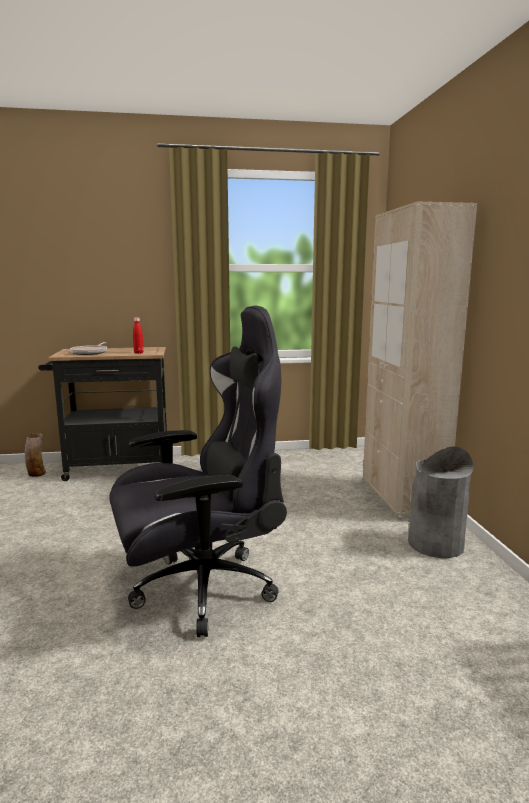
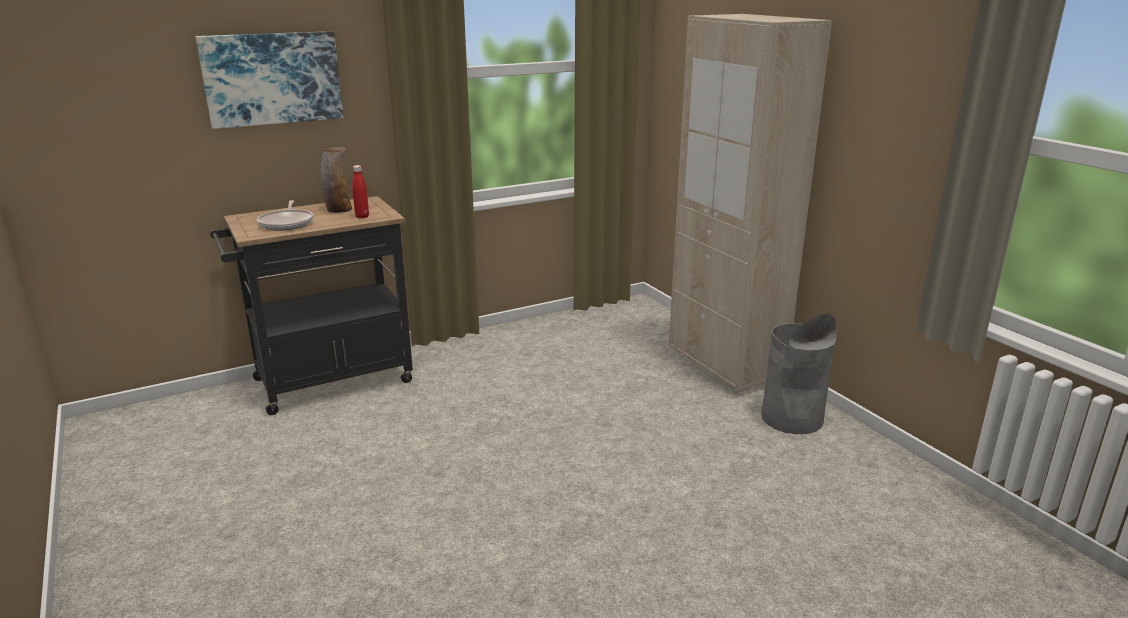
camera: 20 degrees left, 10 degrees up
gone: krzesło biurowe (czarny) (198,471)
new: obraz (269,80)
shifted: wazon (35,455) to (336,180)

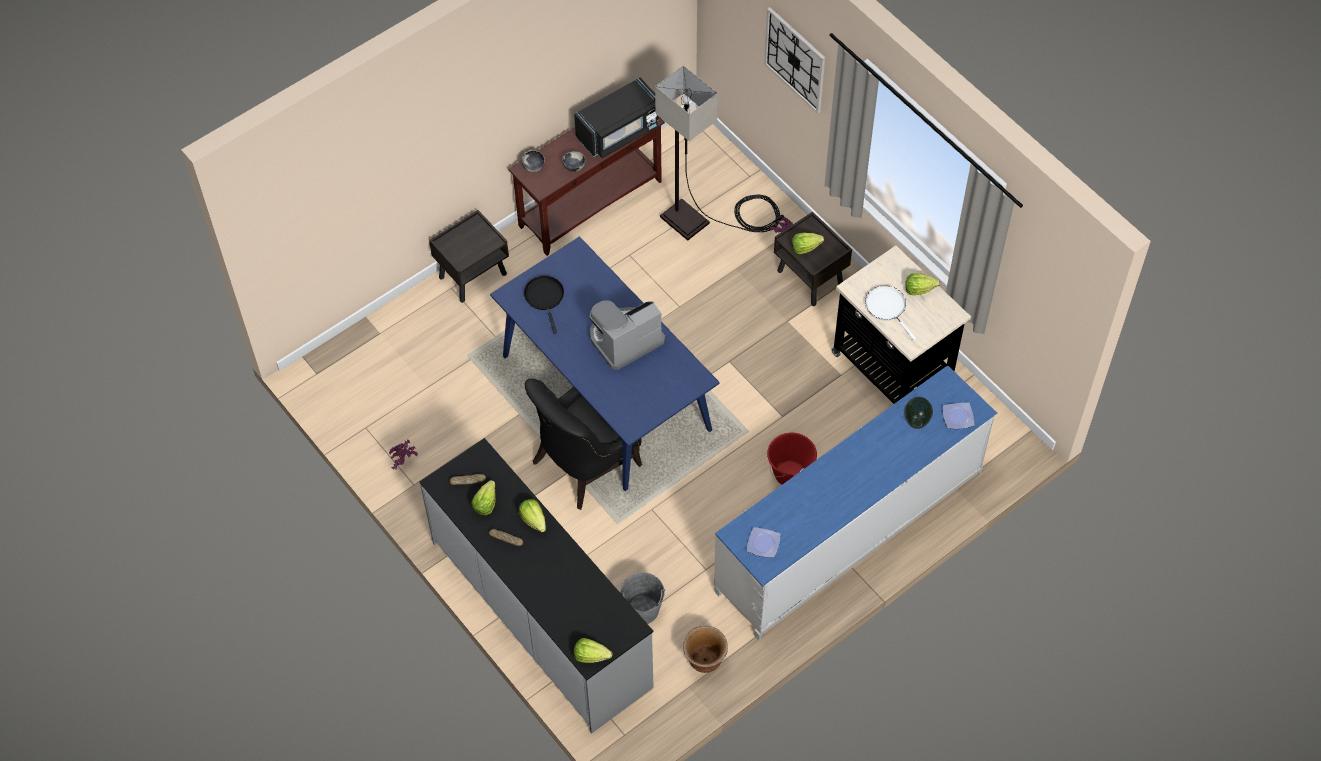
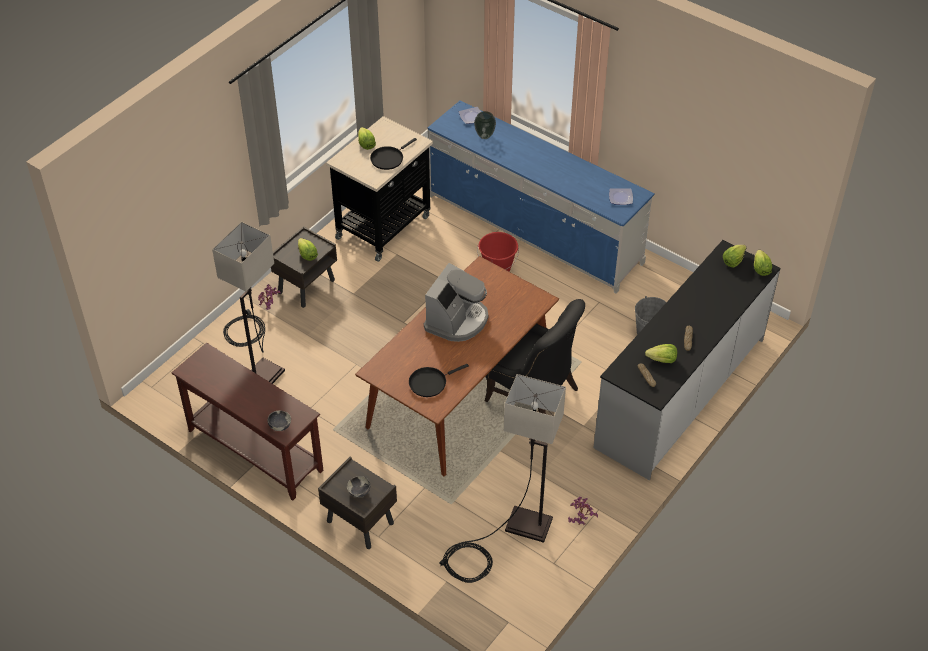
camera: 105 degrees left, 10 degrees down
gone: mikrofalówka (czarny) (616,118); donica (brązowy) (705,649); zegar ścienny (794,60)
new: lampa stojąca (502,478)
shifted: sałata (532,515) to (735,256); miska (574,161) to (359,486)
repainted: stół jadalny (niebieski) (605,364) to stół jadalny (brązowy) (457,366); patelnia (biały) (890,313) to patelnia (czarny) (393,154)
rotated: ekspres do kawy (627,335) = (456,302) 105 degrees counterclockwise

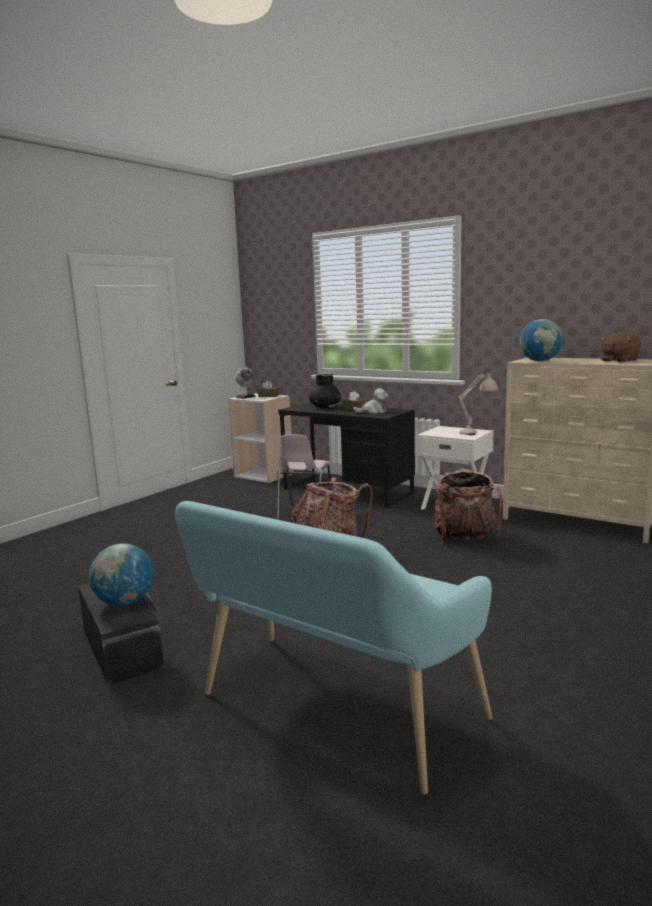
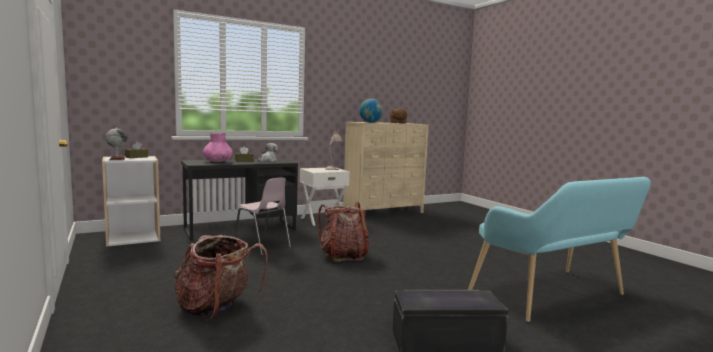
camera: 65 degrees left, 5 degrees down
gone: globus (121,574)
shifted: plecak (468,505) to (221,278)
repainted: wazon (czarny) (325,390) to wazon (różowy) (218,147)

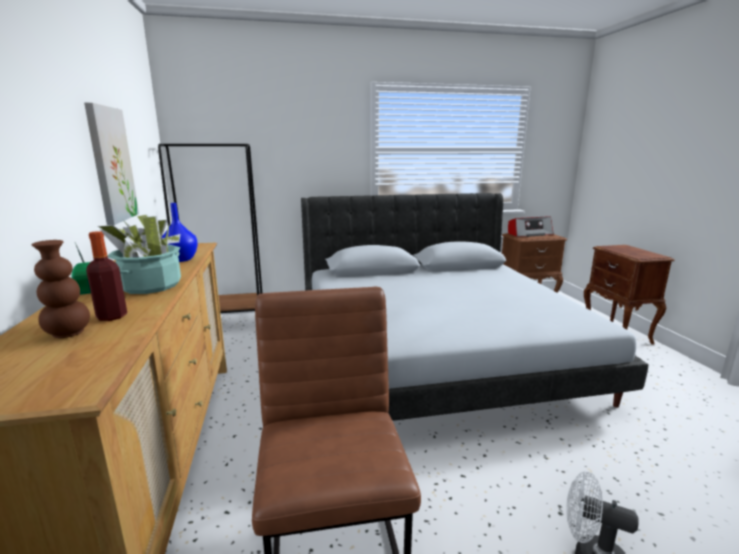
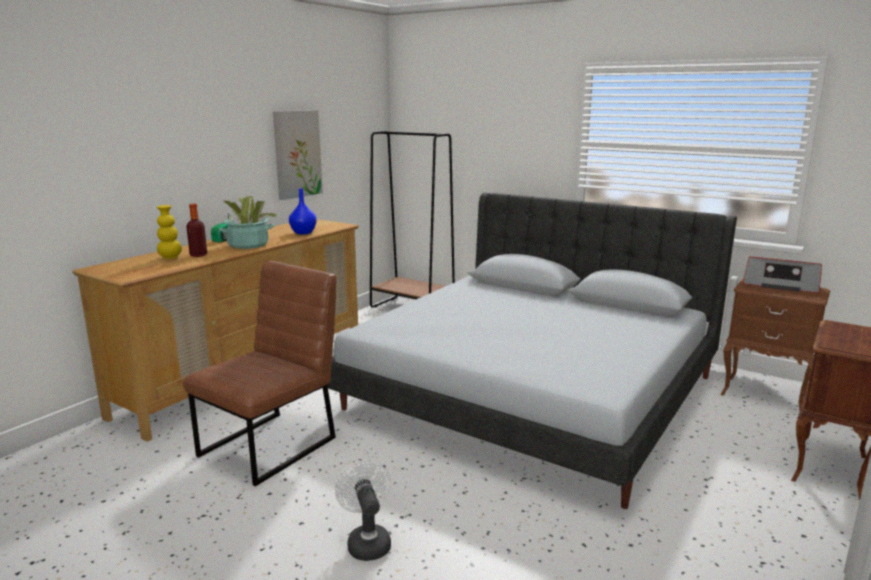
camera: 45 degrees right, 0 degrees up
repainted: wazon (brązowy) (61,289) to wazon (żółty) (169,232)

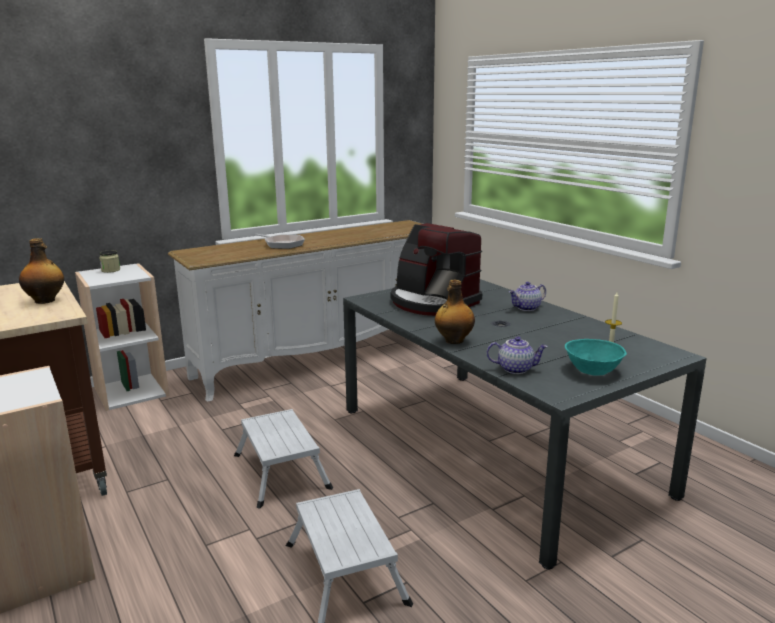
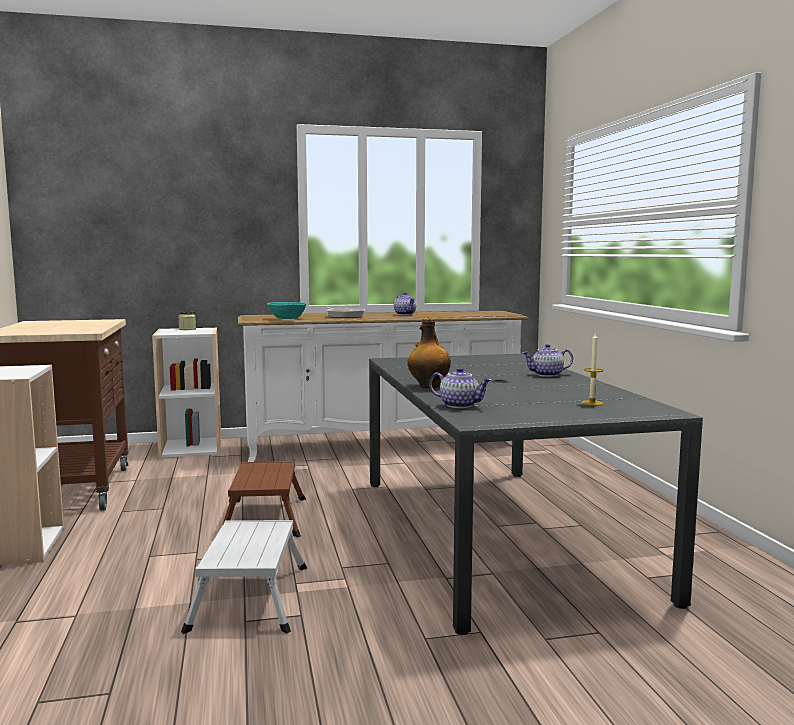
camera: 20 degrees right, 10 degrees down
gone: butelka (41,271); ekspres do kawy (436,269)
new: imbryk (405,303)
shifted: miska (turkusowy) (596,357) to (287,310)
repainted: drabinka (biały) (283,459) to drabinka (brązowy) (264,499)

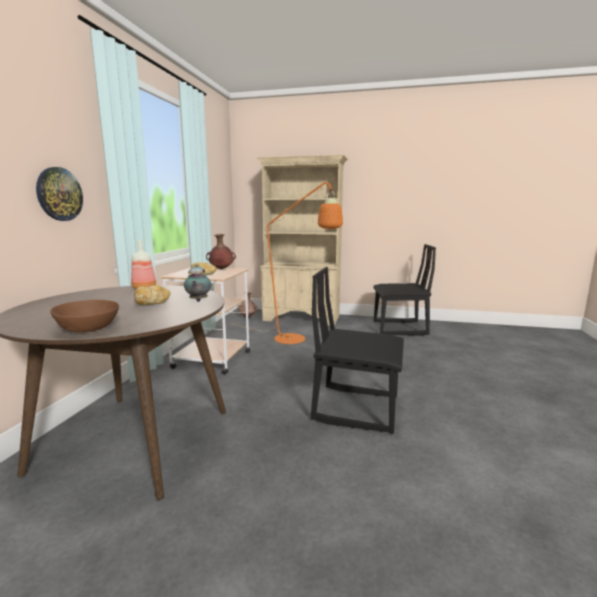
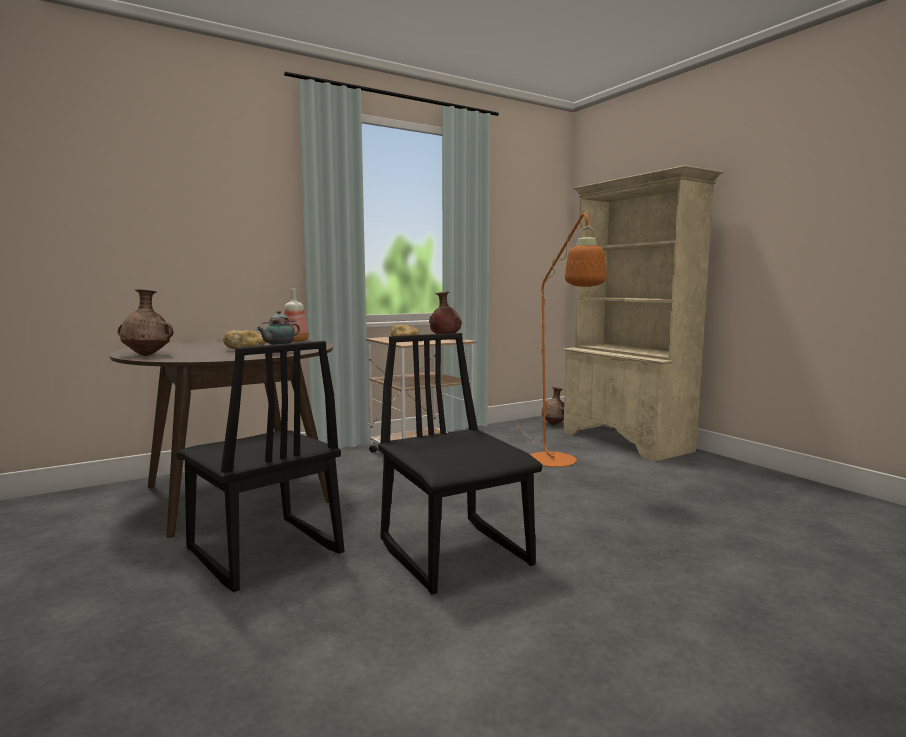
camera: 45 degrees right, 5 degrees down
gone: zegar ścienny (59,194)
shifted: krzesło (czarny) (404,290) to (260,466)
swapped: miska (brązowy) (84,316) to wazon (brązowy) (145,322)

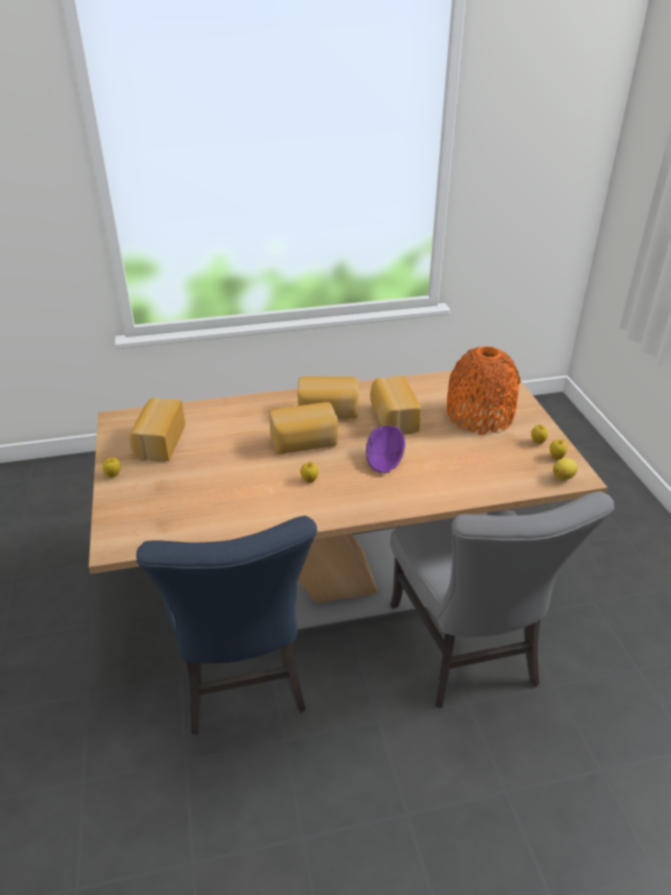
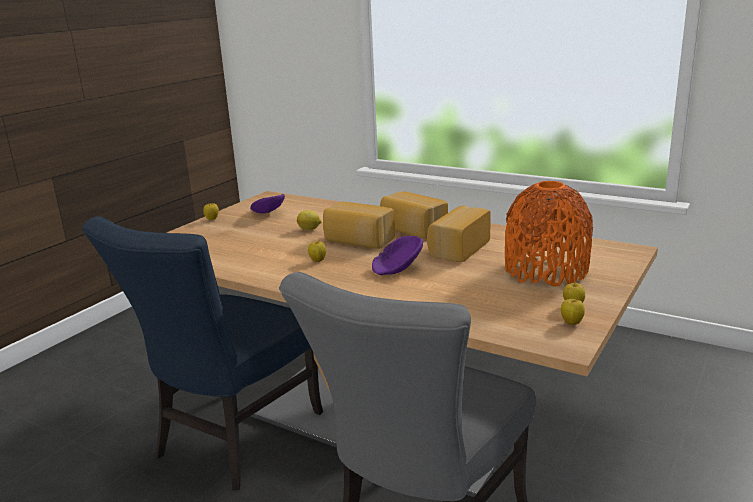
camera: 45 degrees right, 15 degrees down
shifted: cytryna (565,469) to (309,220)
swapped: chleb (157,429) to miska (fioletowy) (267,203)

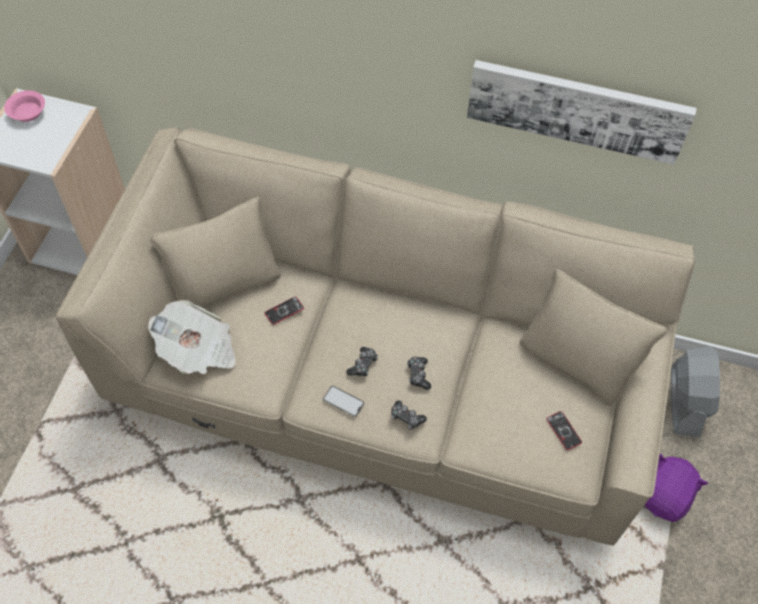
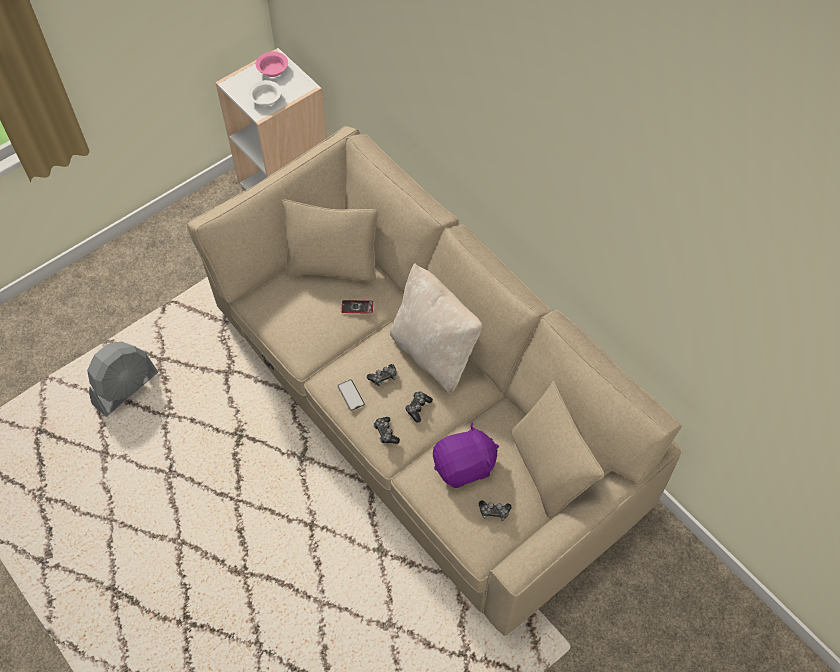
camera: 35 degrees right, 0 degrees up
gone: gazeta (192,337); obraz (582,112)
new: miska (biały) (265,93); poduszka (beżowy) (436,329)
shifted: pluszak (fioletowy) (676,488) to (466,455); wentylator (szary) (695,391) to (122,379)
swapped: telefon (564,430) to pad do gier (495,510)

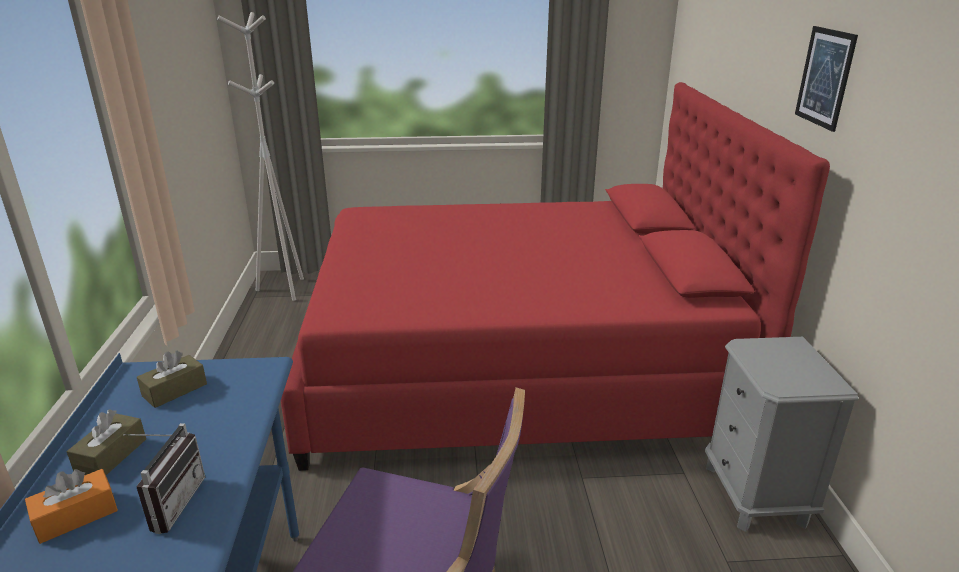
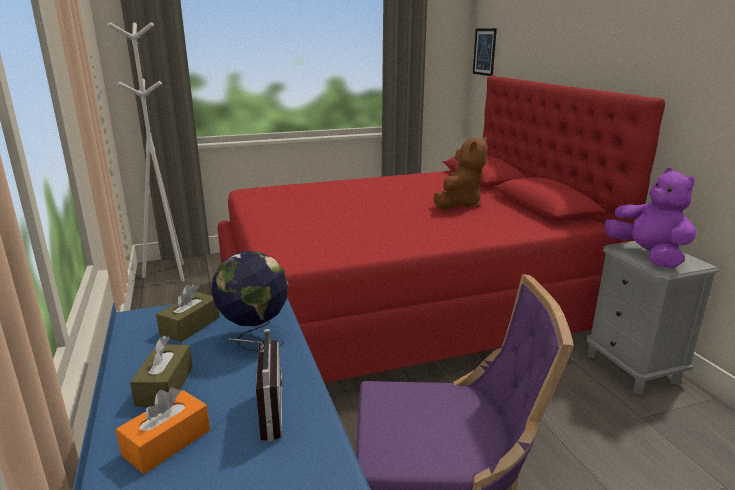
camera: 15 degrees left, 5 degrees down
new: globus (249,301); pluszak (brązowy) (461,172); pluszak (fioletowy) (650,218)
shifted: obraz (826,79) to (485,52)

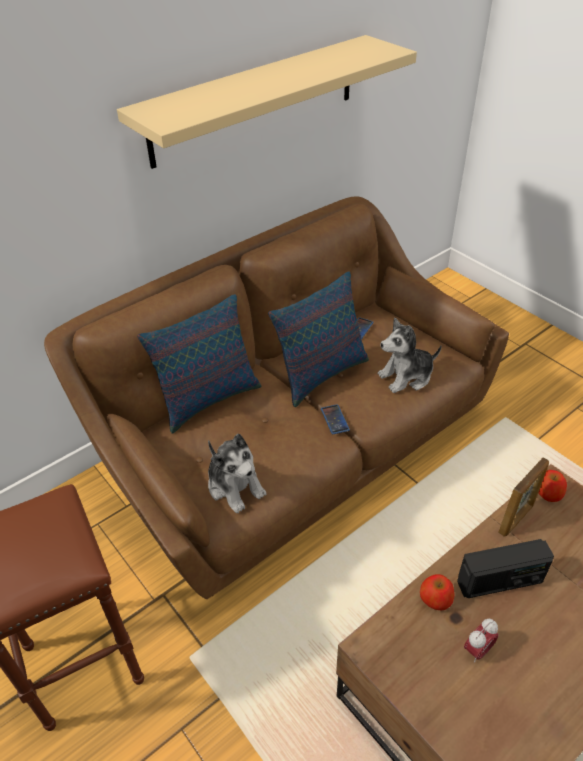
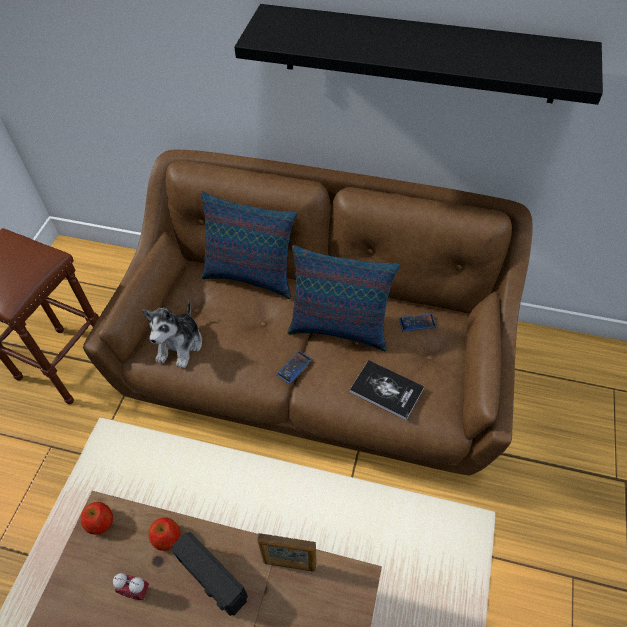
camera: 55 degrees right, 10 degrees up
shifted: jabłko (552,486) to (97,518)
swapped: pluszak (410,355) to książka (387,390)
repainted: półka (beżowy) (267,102) to półka (czarny) (418,54)

